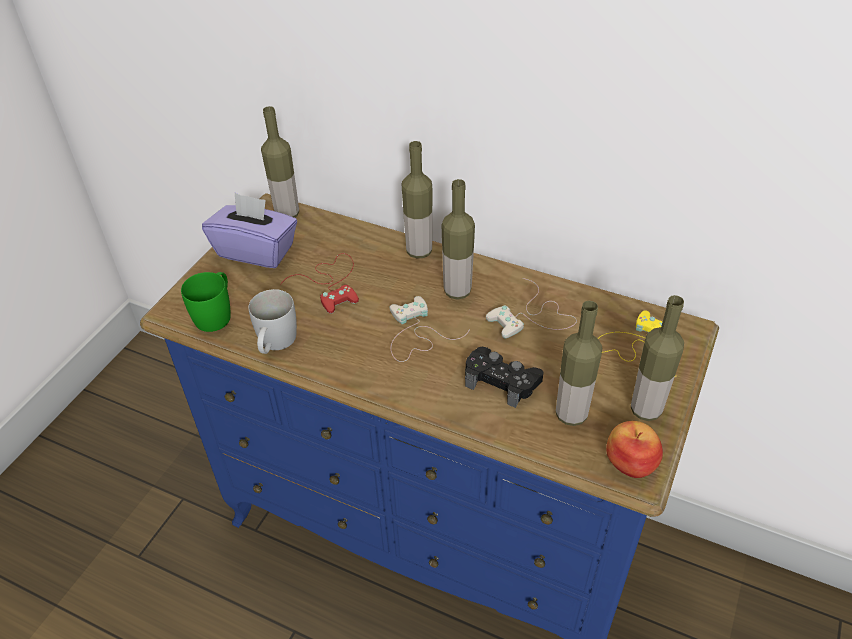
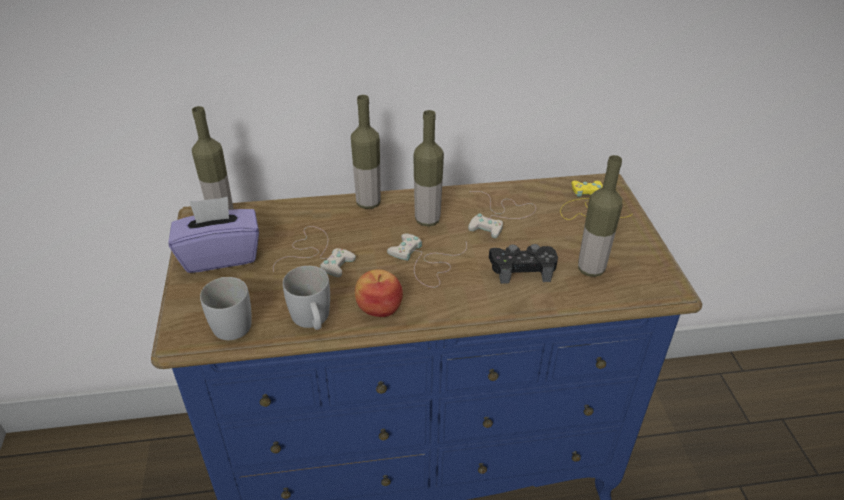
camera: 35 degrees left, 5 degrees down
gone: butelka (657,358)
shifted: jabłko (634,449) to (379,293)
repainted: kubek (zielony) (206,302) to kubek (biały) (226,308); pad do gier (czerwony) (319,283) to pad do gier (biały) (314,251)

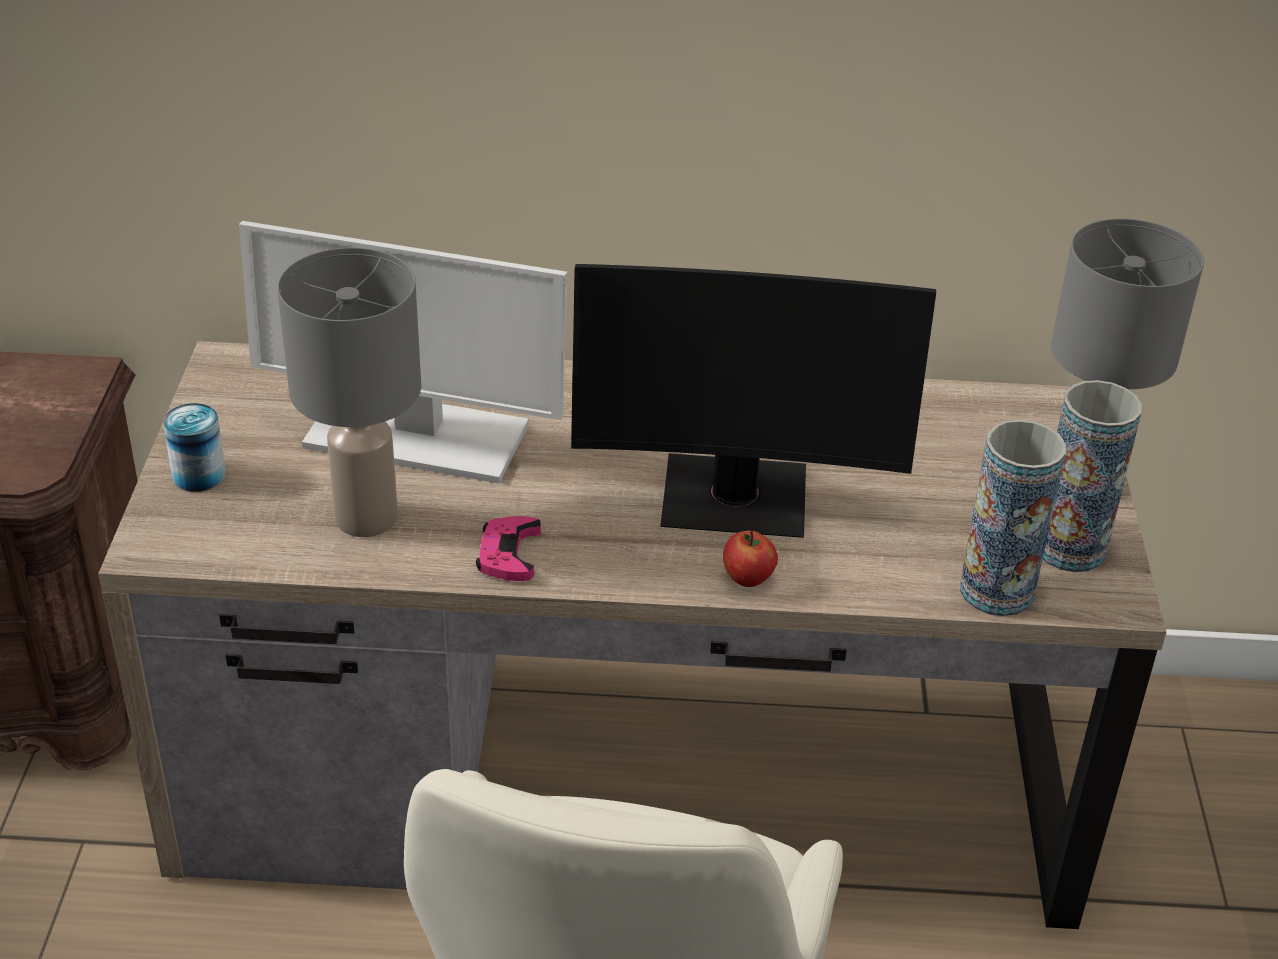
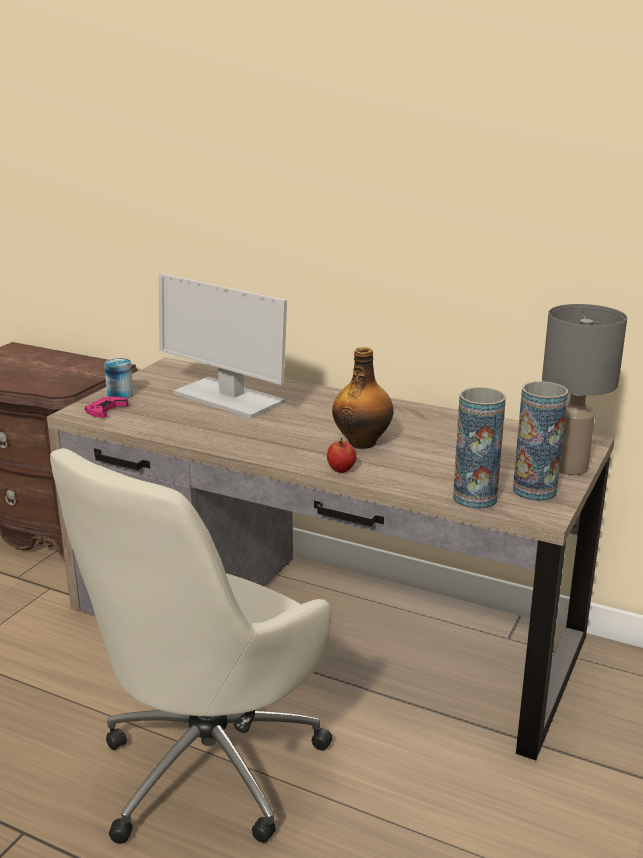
camera: 25 degrees right, 15 degrees down
gone: lampa stołowa (szary) (349,392)
shifted: pad do gier (różowy) (508,548) to (106,407)
swapped: monitor (753,401) to butelka (363,398)

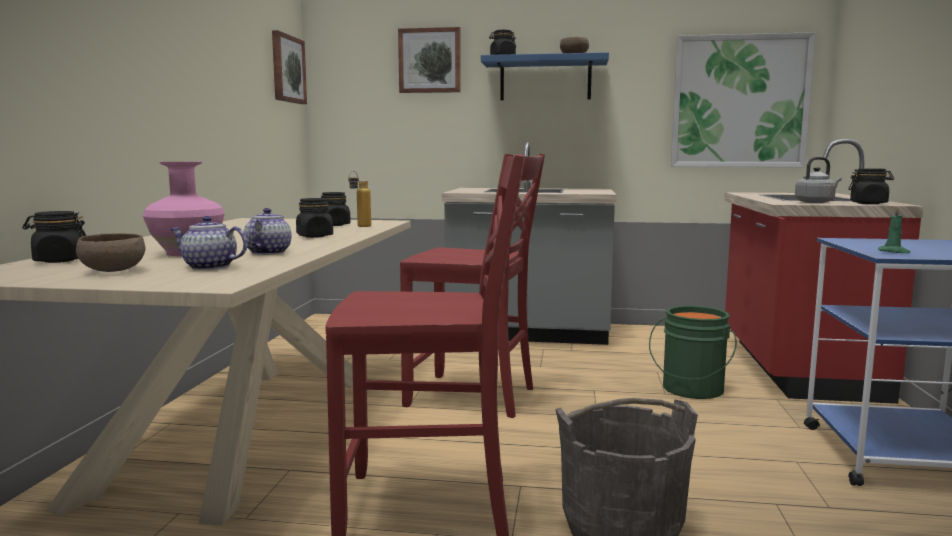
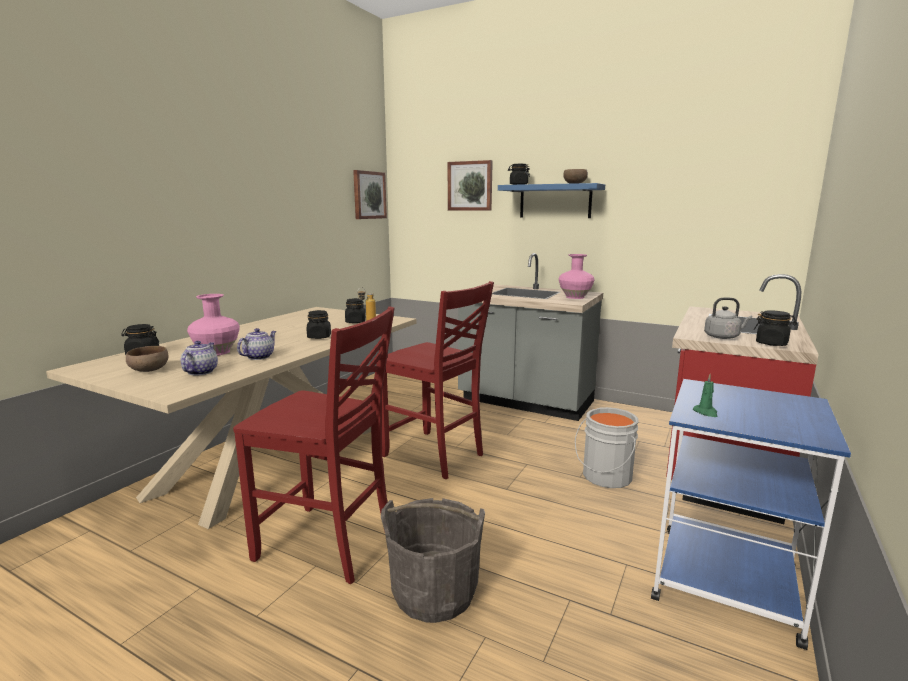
camera: 20 degrees right, 5 degrees up
gone: obraz (743,99)
new: wazon (różowy) (576,276)
repainted: wiadro (zielony) (693,352) to wiadro (szary) (607,447)
rotated: imbryk (209,243) = (199,358) 60 degrees clockwise

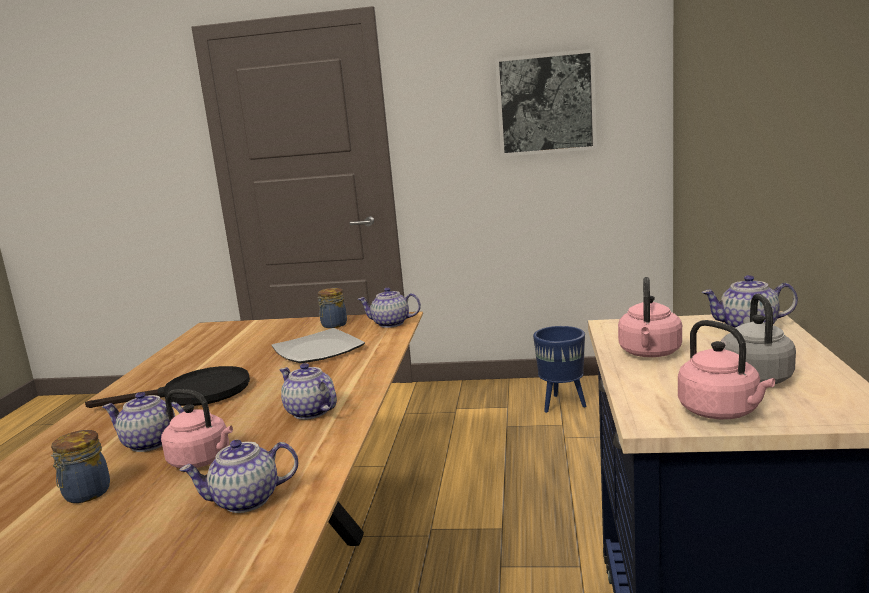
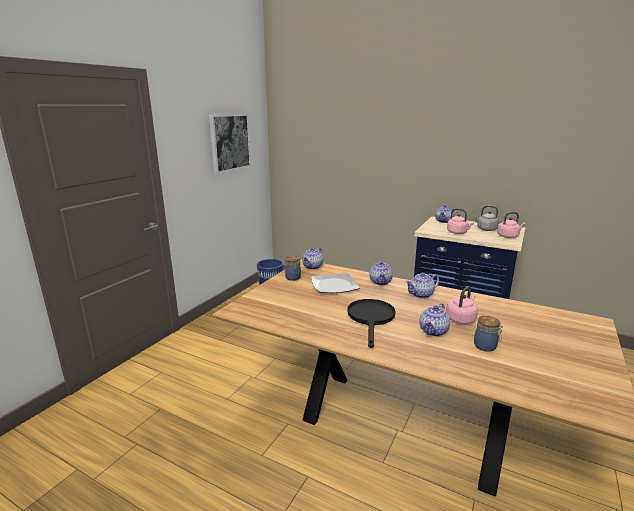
camera: 70 degrees left, 5 degrees up
shifted: imbryk (238,476) to (381,272)

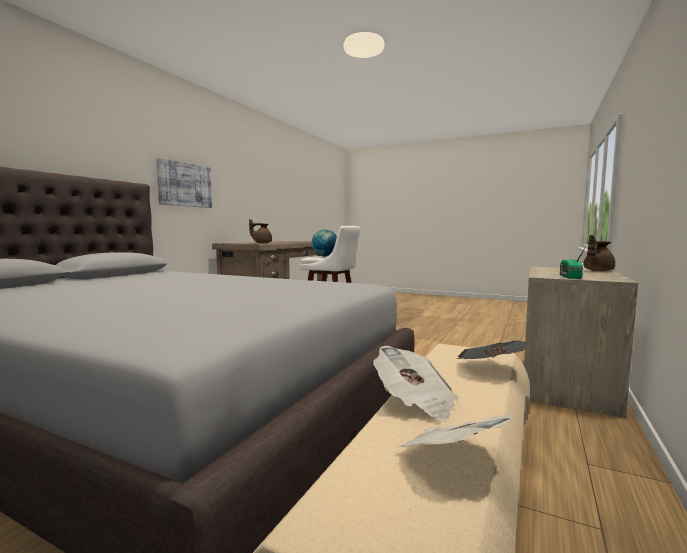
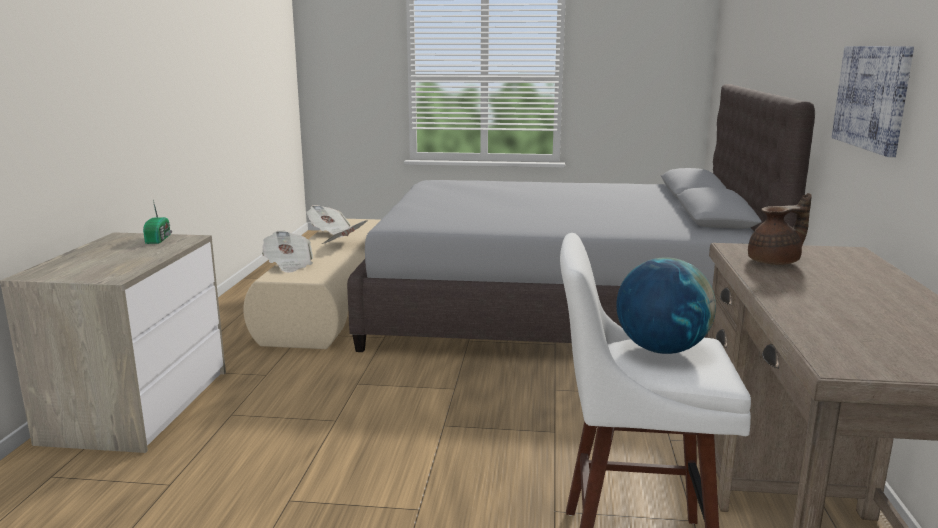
camera: 160 degrees right, 10 degrees up
gone: imbryk (brązowy) (599,253)

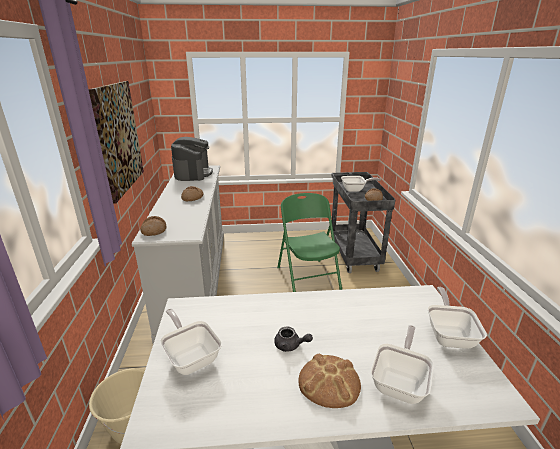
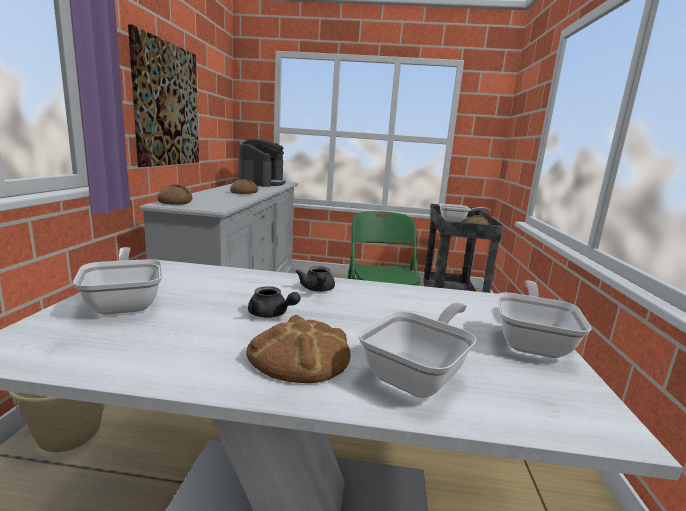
camera: 10 degrees right, 10 degrees down
new: imbryk (szary) (315,279)

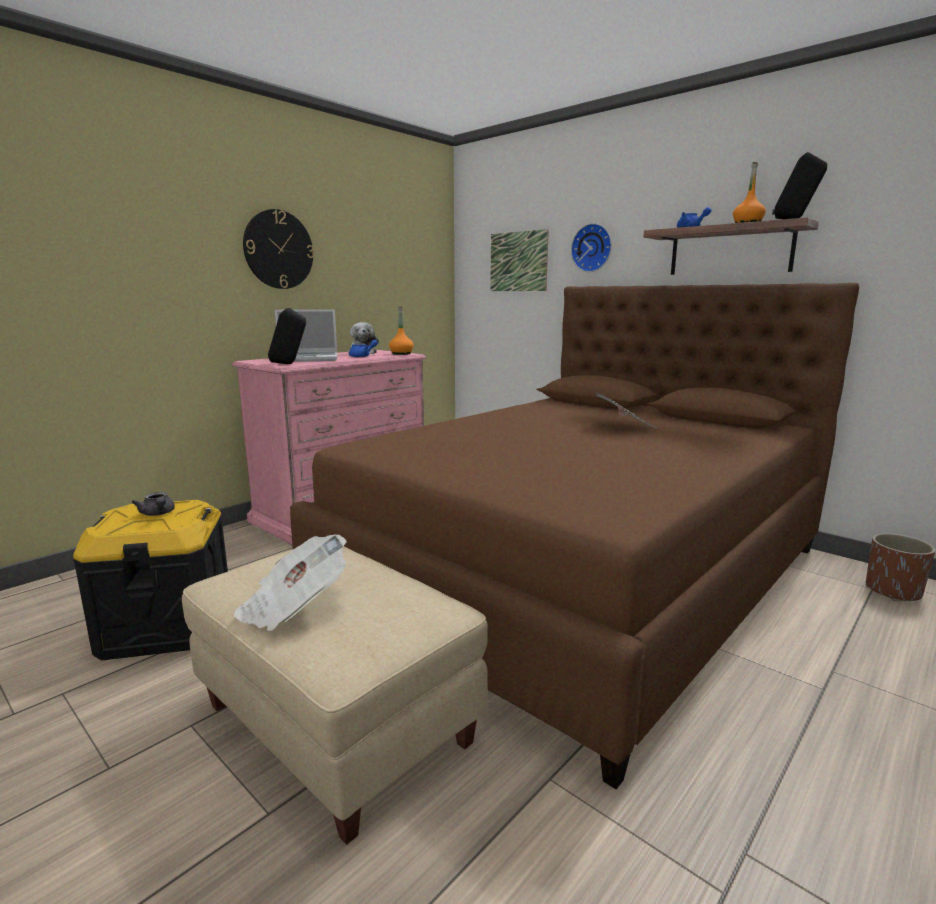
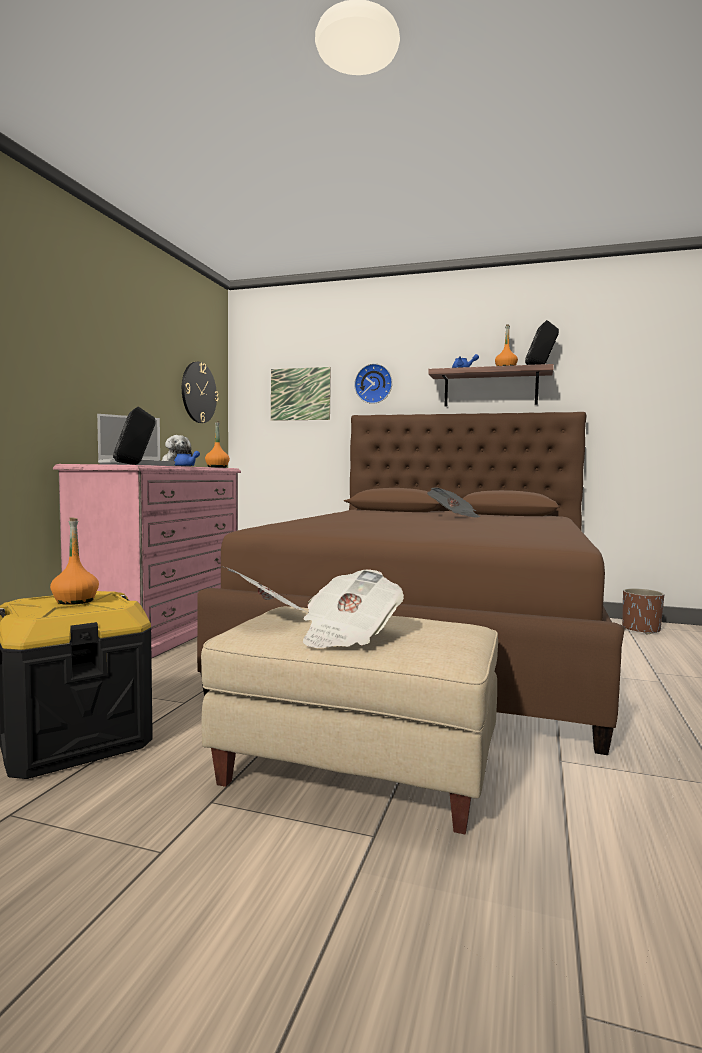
camera: 25 degrees left, 10 degrees down
new: gazeta (265,589)
shifted: zegar ścienny (278,249) to (200,392)
swapped: imbryk (szary) (153,504) to butelka (pomarańczowy) (74,561)

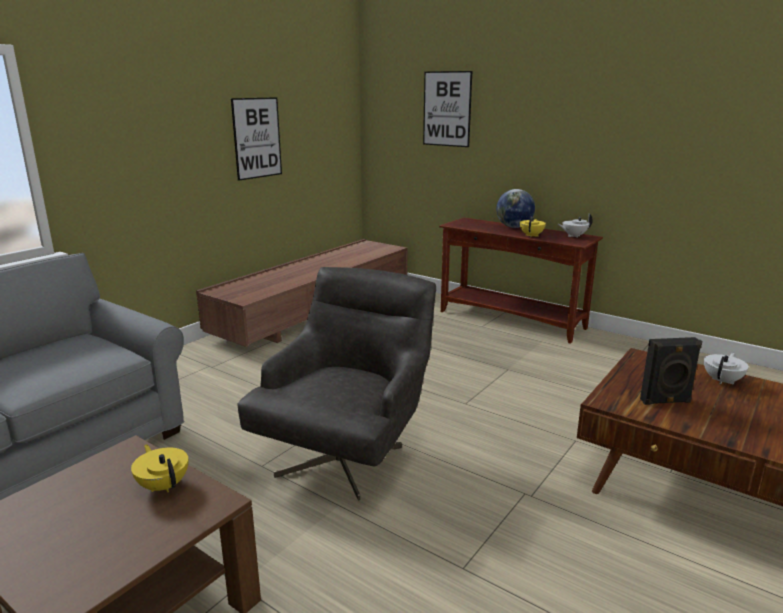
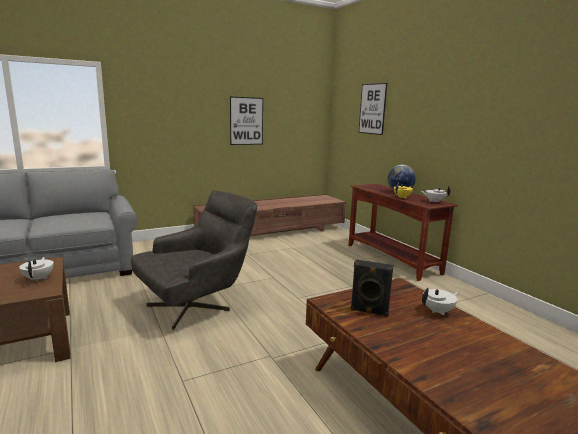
camera: 25 degrees right, 5 degrees down
repainted: imbryk (żółty) (159,468) to imbryk (biały) (36,269)

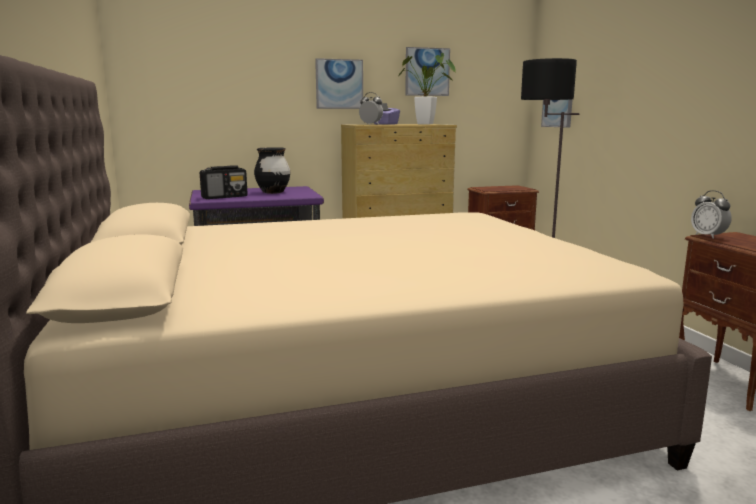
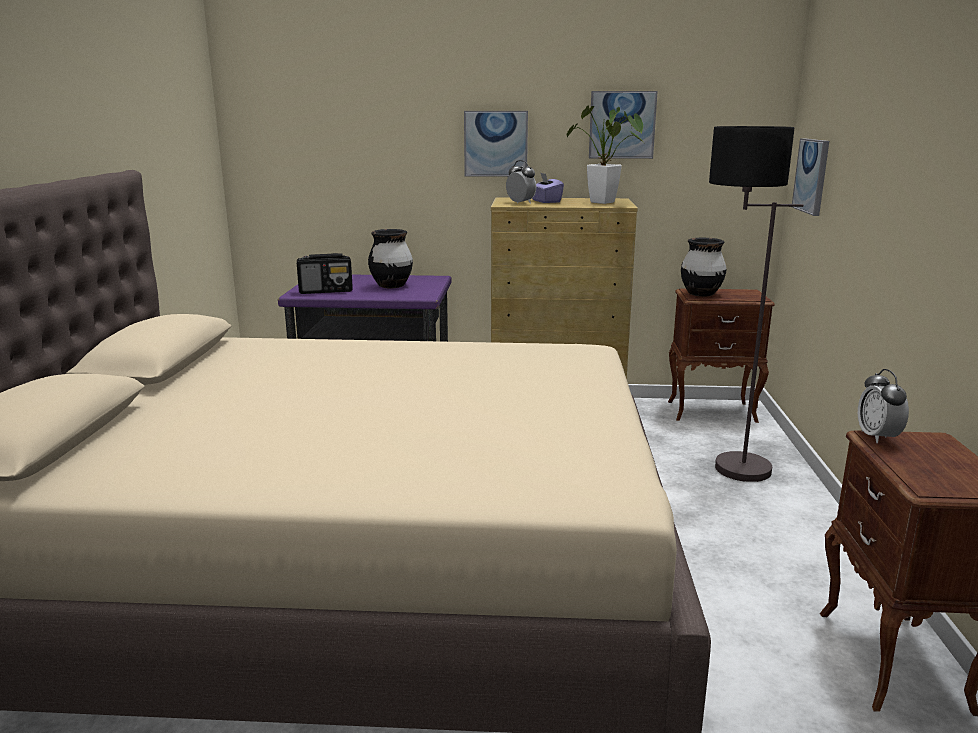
camera: 20 degrees right, 5 degrees up
new: wazon (czarny) (704,267)

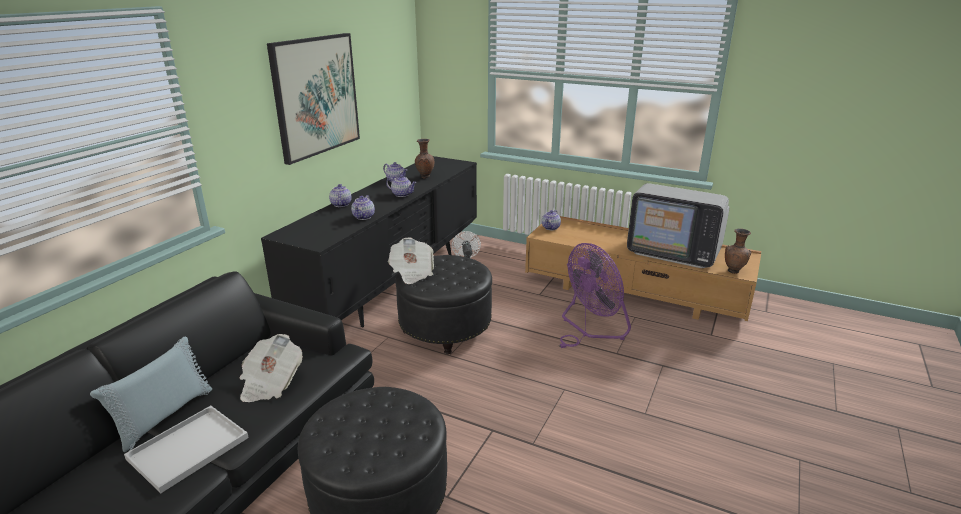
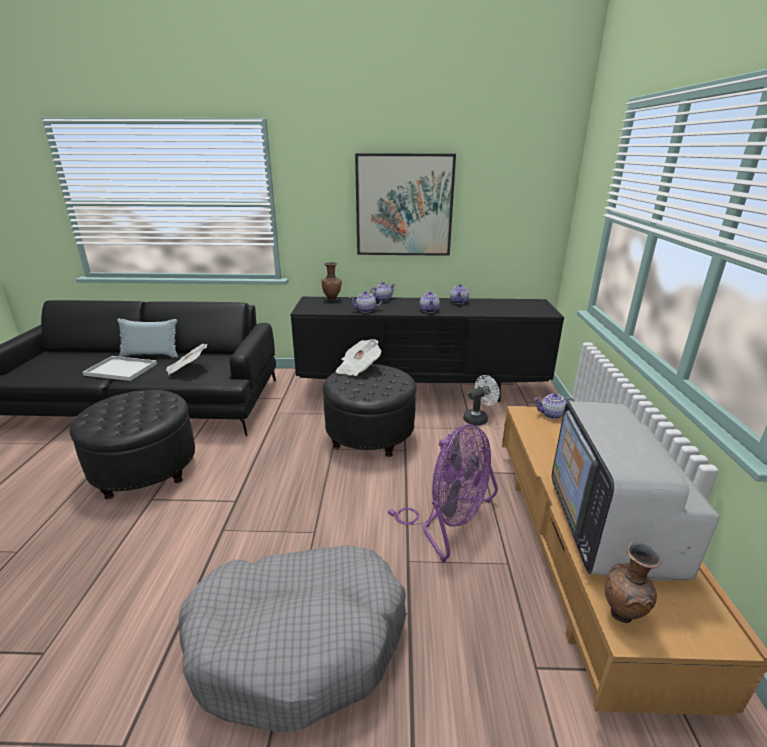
camera: 65 degrees right, 0 degrees up
new: legowisko (szary) (292,638)
shifted: wazon (brązowy) (424,158) to (331,281)

